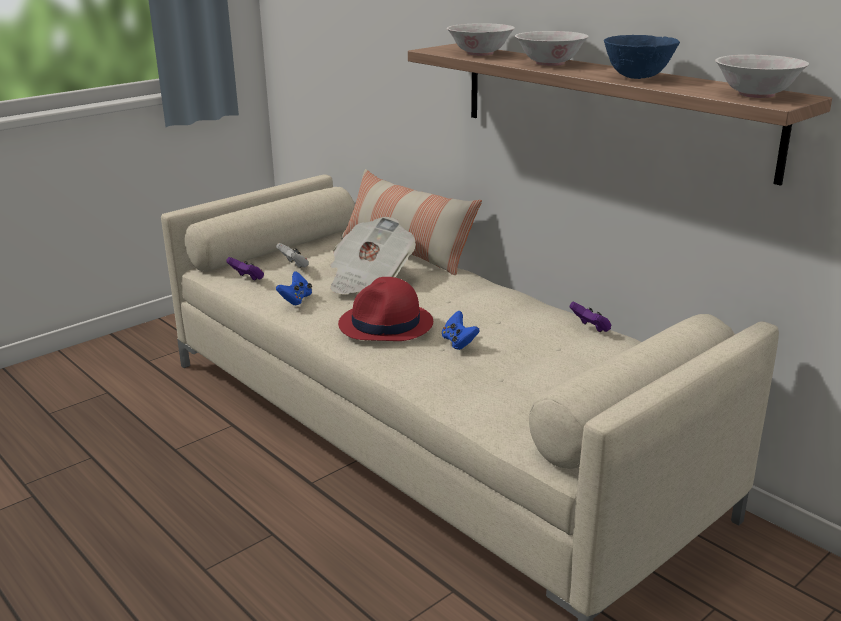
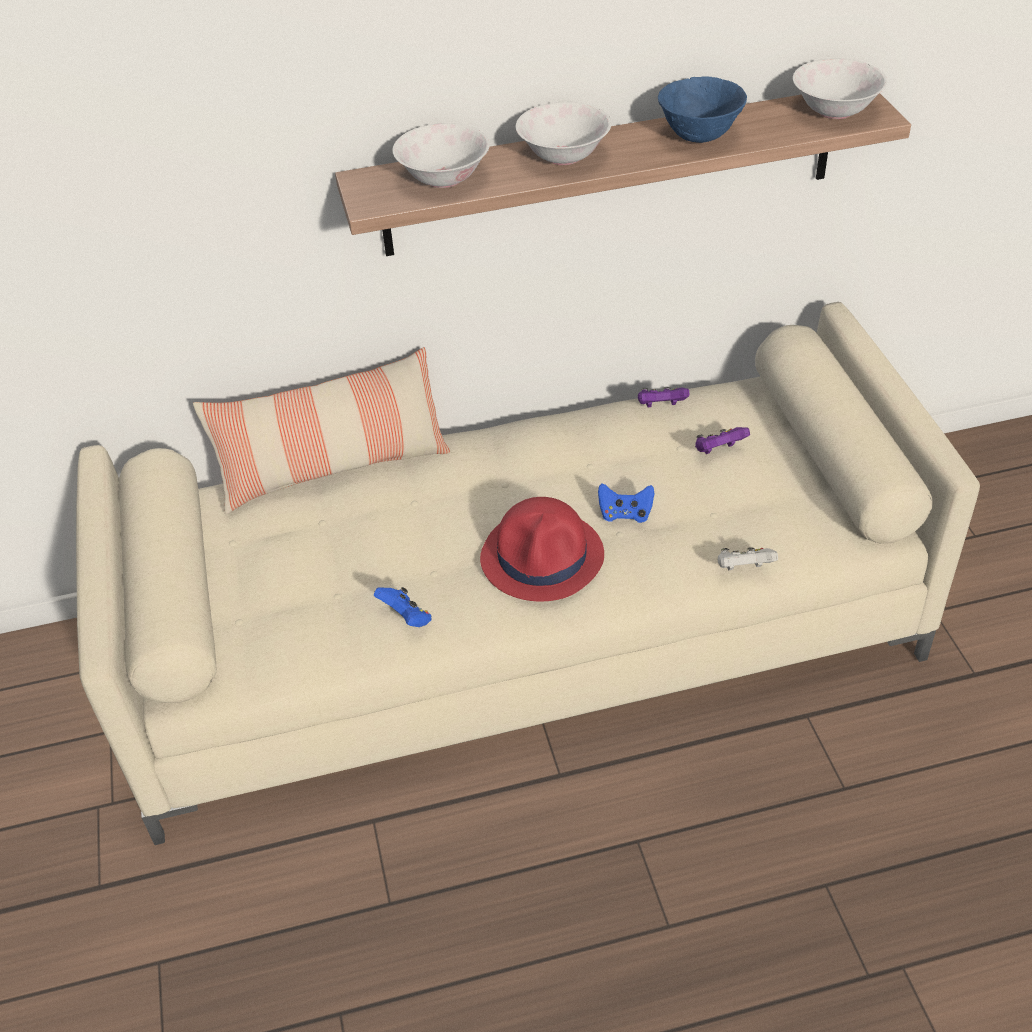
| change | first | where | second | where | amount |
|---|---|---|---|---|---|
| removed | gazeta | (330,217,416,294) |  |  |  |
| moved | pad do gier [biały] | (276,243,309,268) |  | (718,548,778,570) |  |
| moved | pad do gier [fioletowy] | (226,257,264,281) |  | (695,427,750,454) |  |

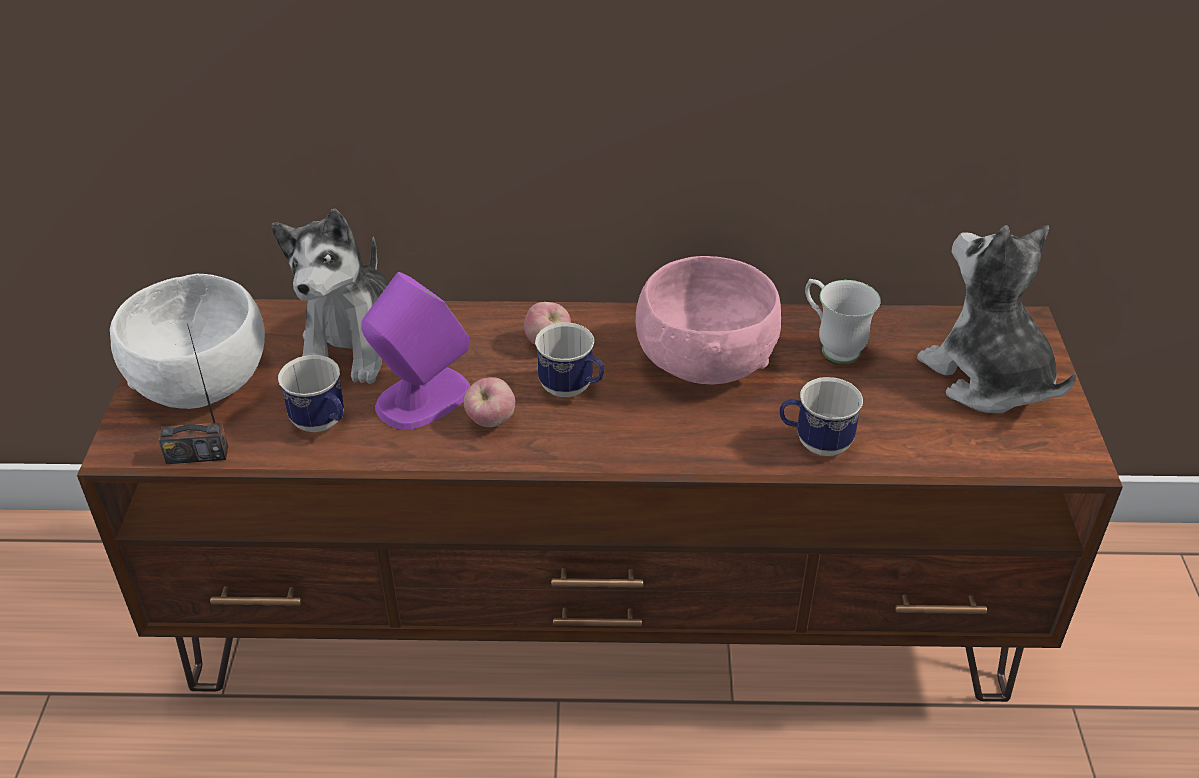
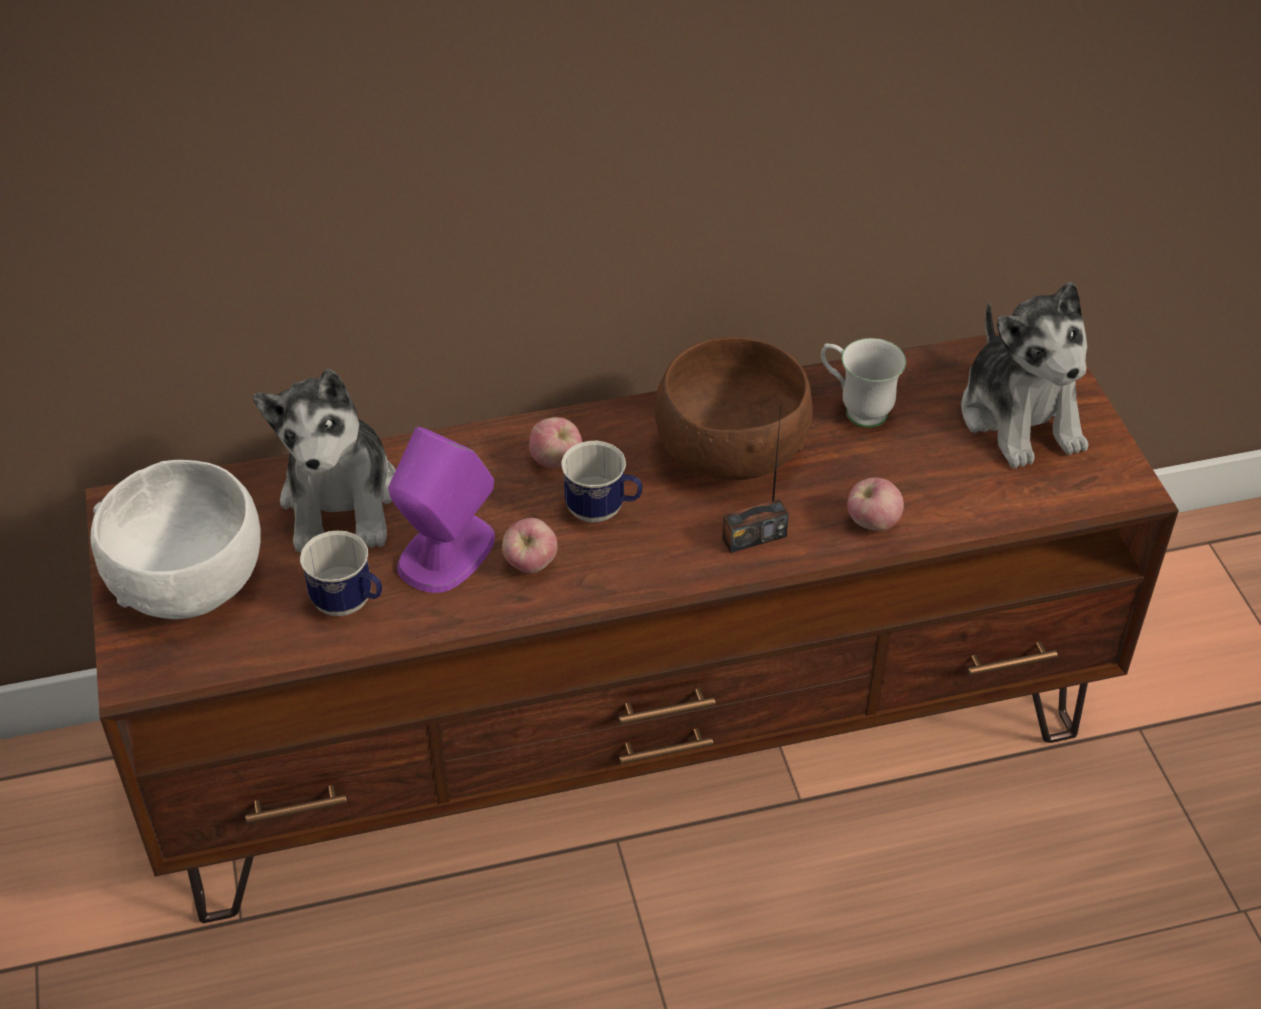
| change | first | where | second | where | amount |
|---|---|---|---|---|---|
| turned | pluszak | (917,225,1077,413) |  | (961,282,1088,468) | 150 degrees counterclockwise |
| recoloured | miska [różowy] | (636,256,781,384) | miska [brązowy] | (655,337,813,480) |  |
| moved | radio | (159,324,228,464) |  | (722,408,789,553) |  |
| replaced | kubek | (780,377,863,456) | jabłko | (847,478,904,531) |  |

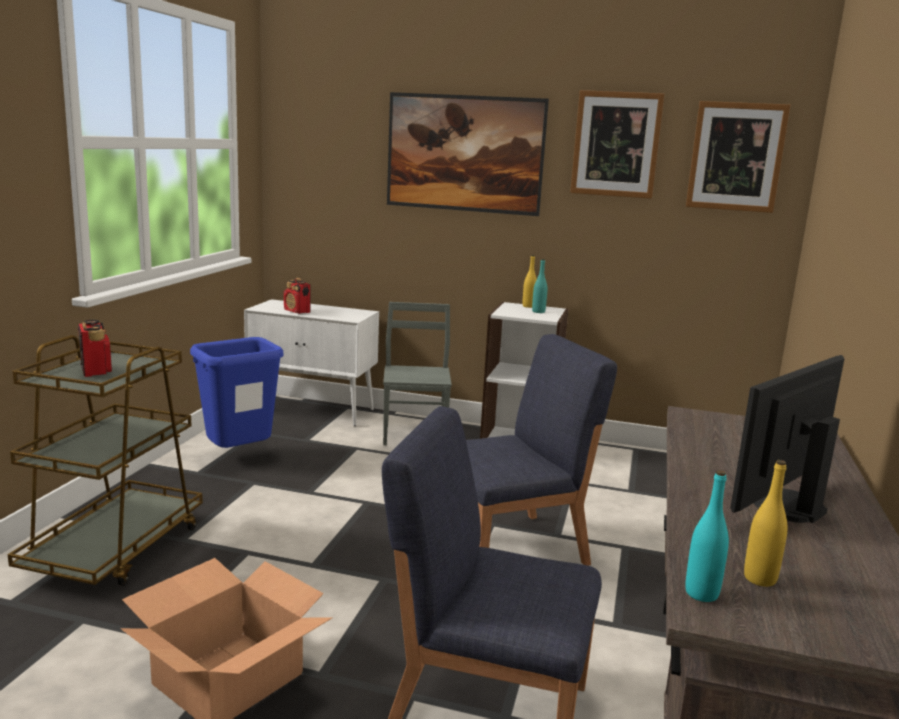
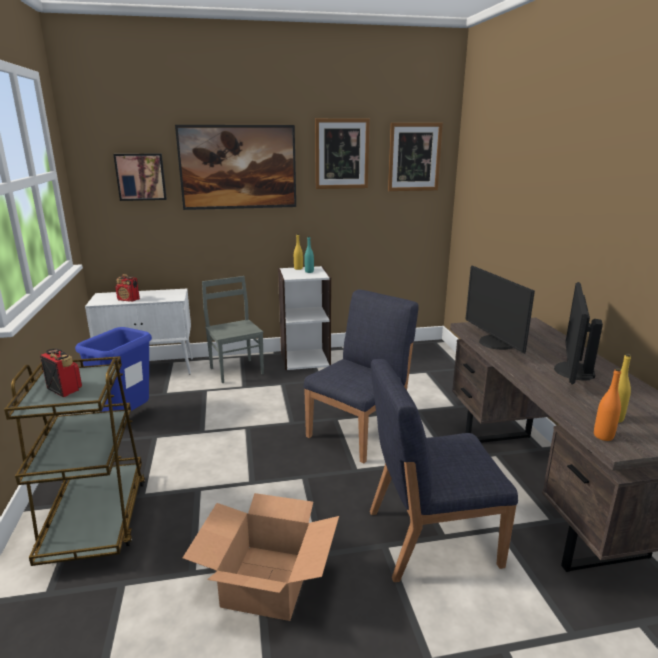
| change | first | where | second | where | amount |
|---|---|---|---|---|---|
| recoloured | butelka [turkusowy] | (685,470,729,602) | butelka [pomarańczowy] | (594,368,621,441) |  |
| added |  |  | obraz | (113,153,167,201) |  |
| added |  |  | monitor | (465,265,535,354) |  |

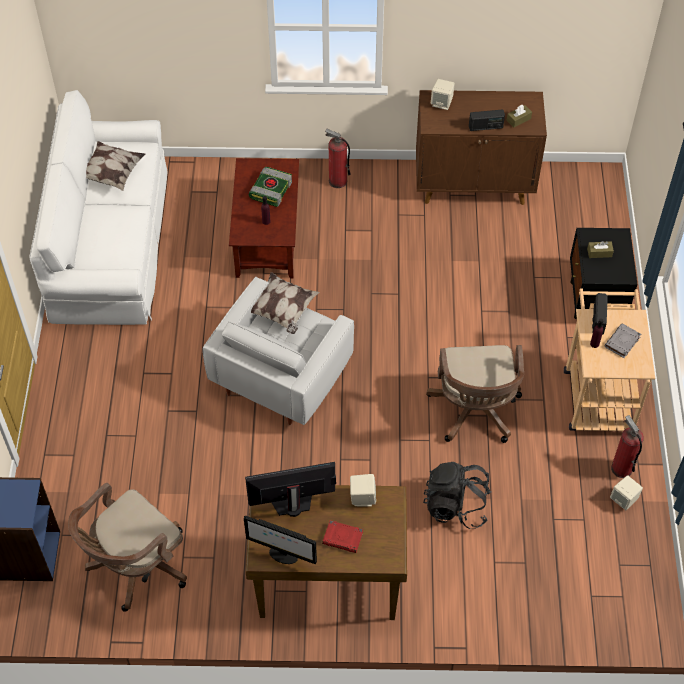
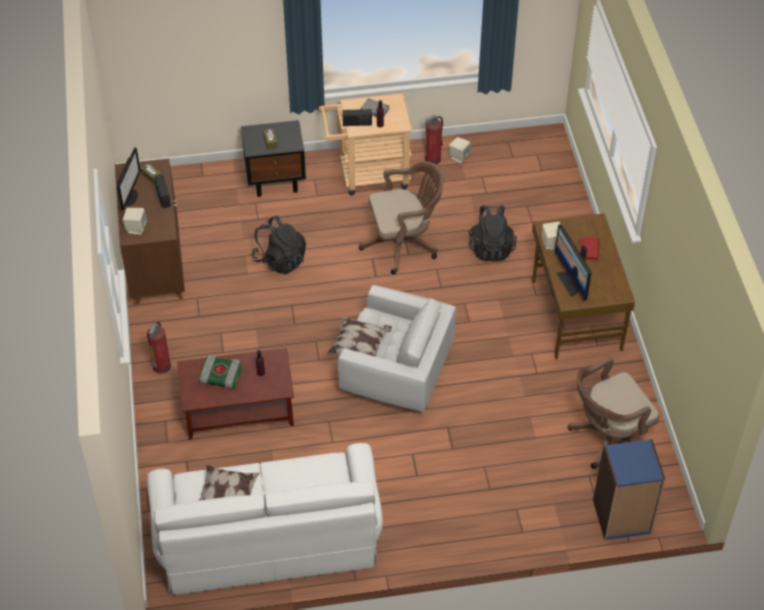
| change | first | where | second | where | amount |
|---|---|---|---|---|---|
| turned | krzesło biurowe [brązowy] | (68,483,187,612) |  | (567,357,659,469) | 120 degrees clockwise |
| moved | monitor | (244,516,317,564) |  | (117,147,141,210) |  |
| added |  |  | plecak [czarny] | (251,216,306,274) |  |

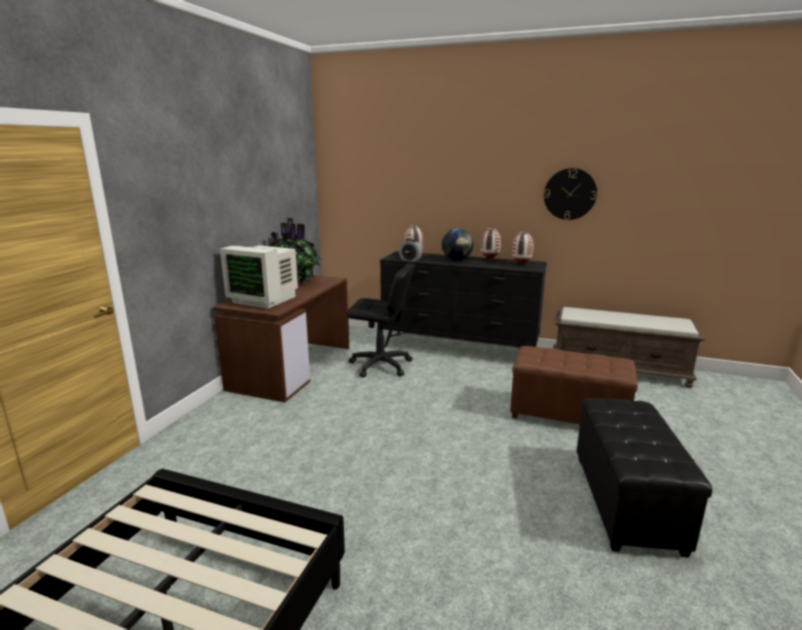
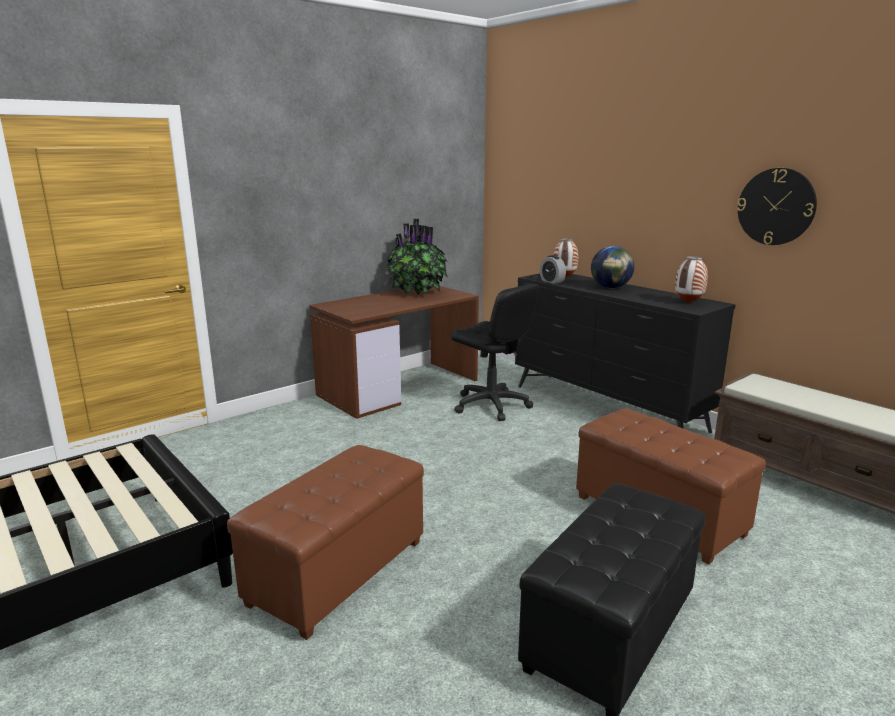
| change | first | where | second | where | amount |
|---|---|---|---|---|---|
| removed | wazon | (480,228,501,259) |  |  |  |
| removed | monitor | (220,245,298,309) |  |  |  |
| added |  |  | pufa [brązowy] | (227,445,424,640) |  |

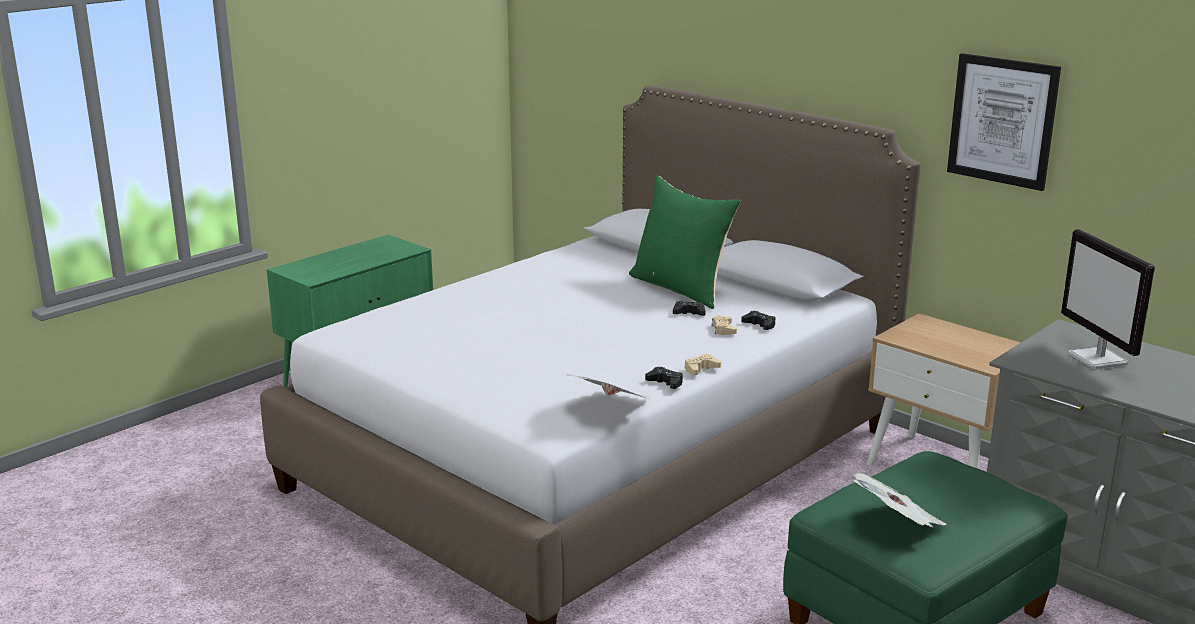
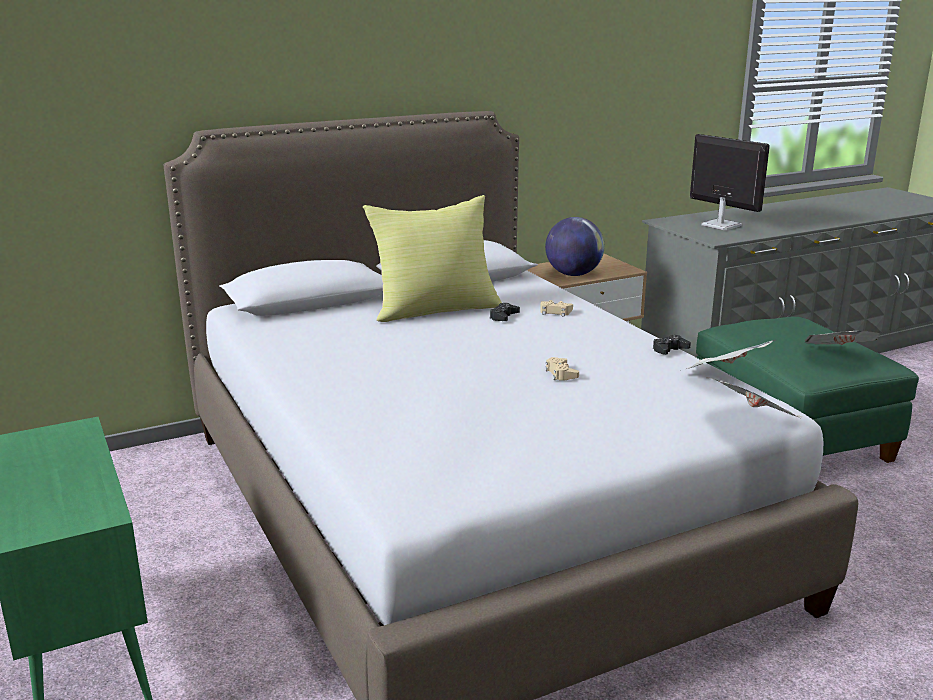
| change | first | where | second | where | amount |
|---|---|---|---|---|---|
| removed | obraz | (947,53,1061,191) |  |  |  |
| recoloured | poduszka [zielony] | (629,175,741,309) | poduszka [żółty] | (363,195,502,322) |  |
| turned | monitor | (1061,229,1155,369) |  | (690,134,770,230) | 135 degrees counterclockwise |
| removed | pad do gier [czarny] | (741,311,775,330) |  |  |  |
| moved | pad do gier [beżowy] | (685,354,721,375) |  | (545,357,579,381) |  |
| added |  |  | globus | (545,217,604,276) |  |
| added |  |  | gazeta | (707,377,803,419) |  |

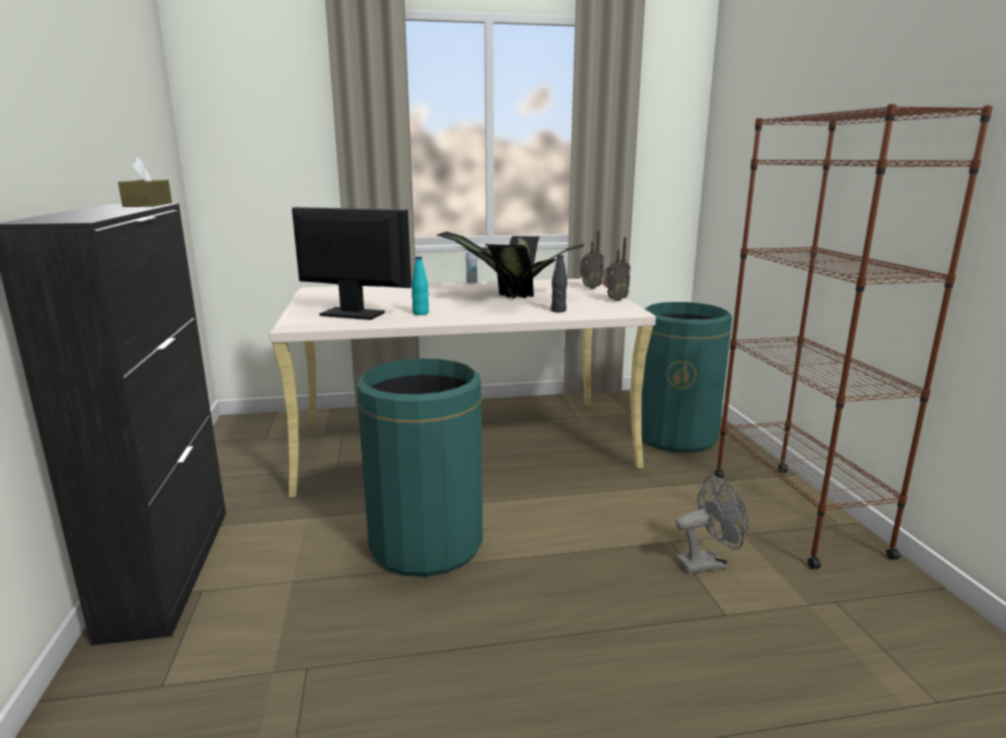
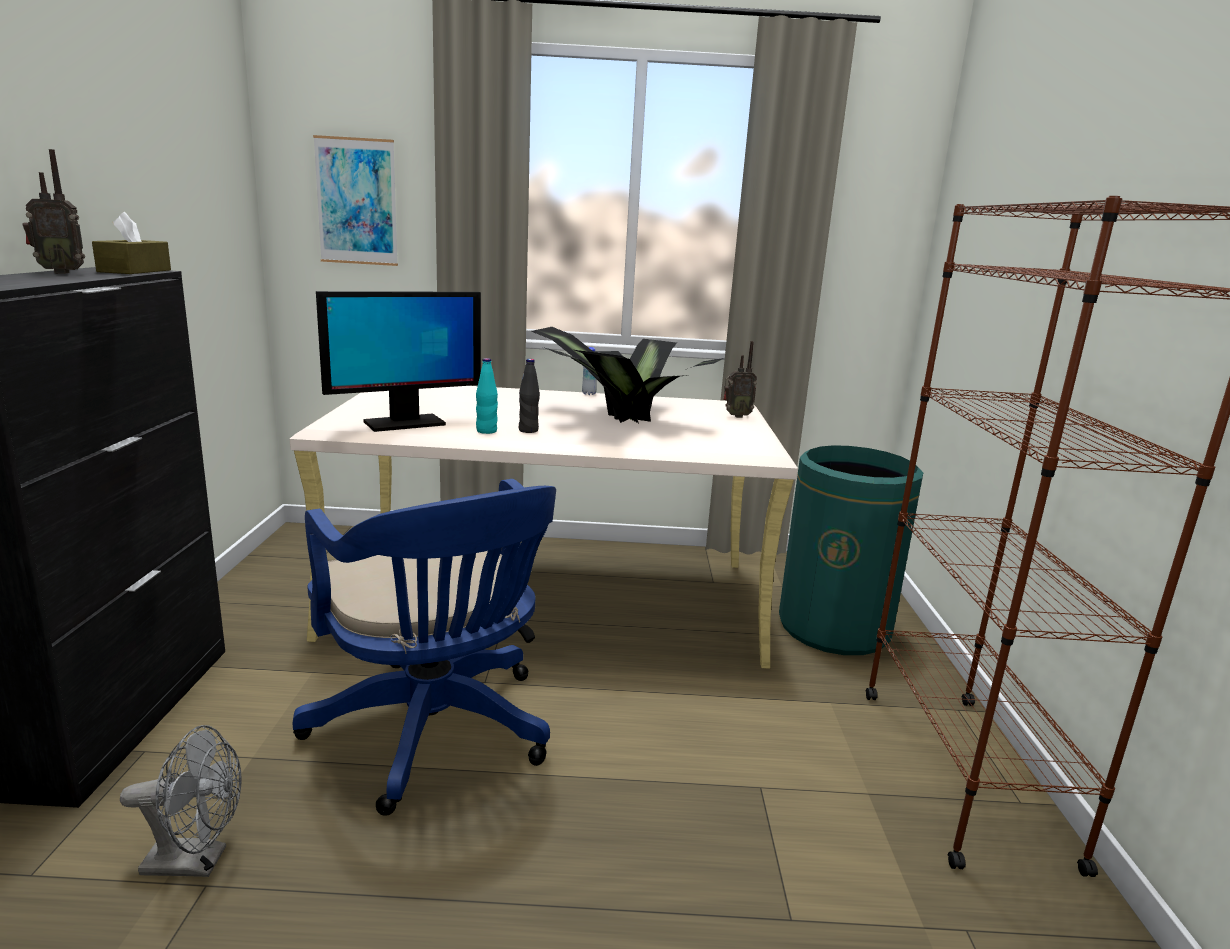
| change | first | where | second | where | amount |
|---|---|---|---|---|---|
| turned | monitor | (292,207,411,320) |  | (316,291,481,432) | 120 degrees clockwise |
| moved | radio | (604,237,631,301) |  | (23,149,85,274) |  |
| moved | butelka [czarny] | (551,255,567,313) |  | (519,359,540,433) |  |
| replaced | kosz na śmieci [zielony] | (357,359,483,577) | krzesło biurowe [niebieski] | (293,479,556,816) |  |
| moved | wentylator [szary] | (676,475,748,574) |  | (120,725,242,877) |  |
| added |  |  | obraz | (313,135,398,266) |  |

